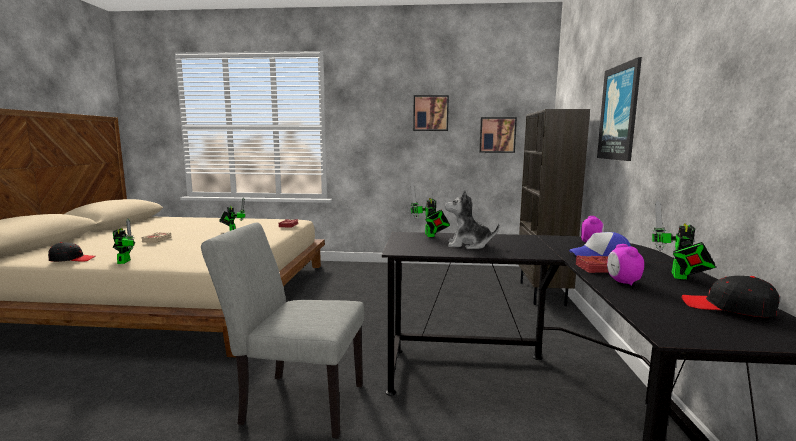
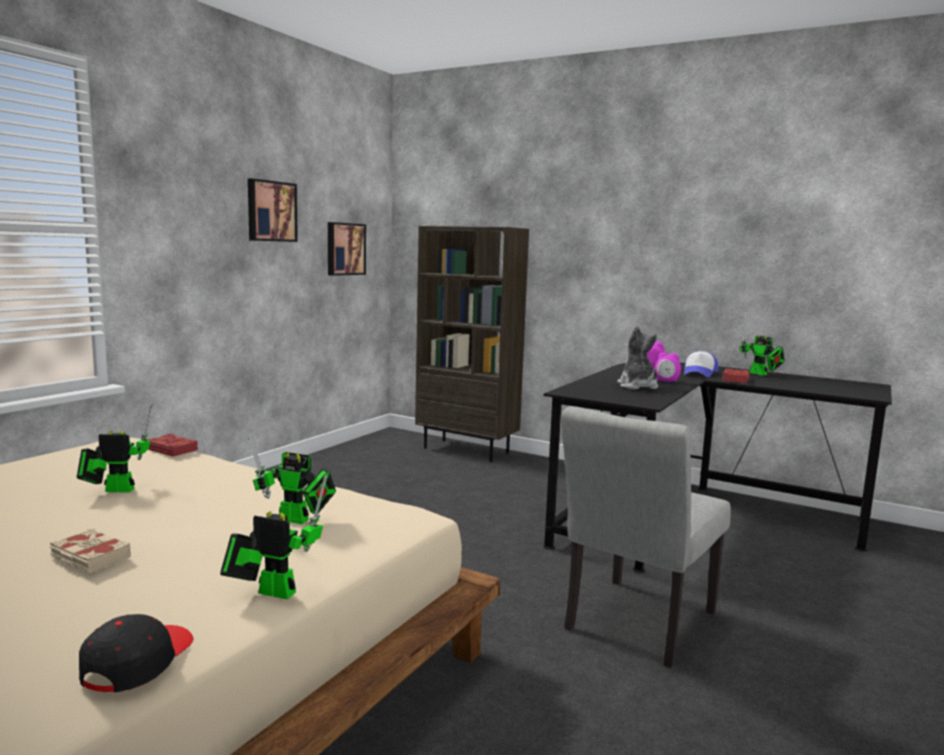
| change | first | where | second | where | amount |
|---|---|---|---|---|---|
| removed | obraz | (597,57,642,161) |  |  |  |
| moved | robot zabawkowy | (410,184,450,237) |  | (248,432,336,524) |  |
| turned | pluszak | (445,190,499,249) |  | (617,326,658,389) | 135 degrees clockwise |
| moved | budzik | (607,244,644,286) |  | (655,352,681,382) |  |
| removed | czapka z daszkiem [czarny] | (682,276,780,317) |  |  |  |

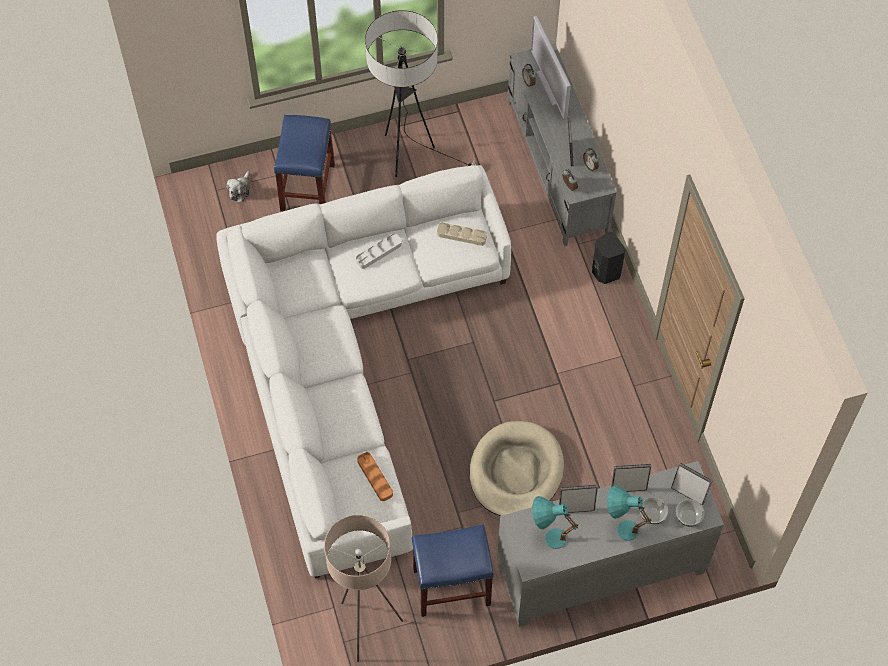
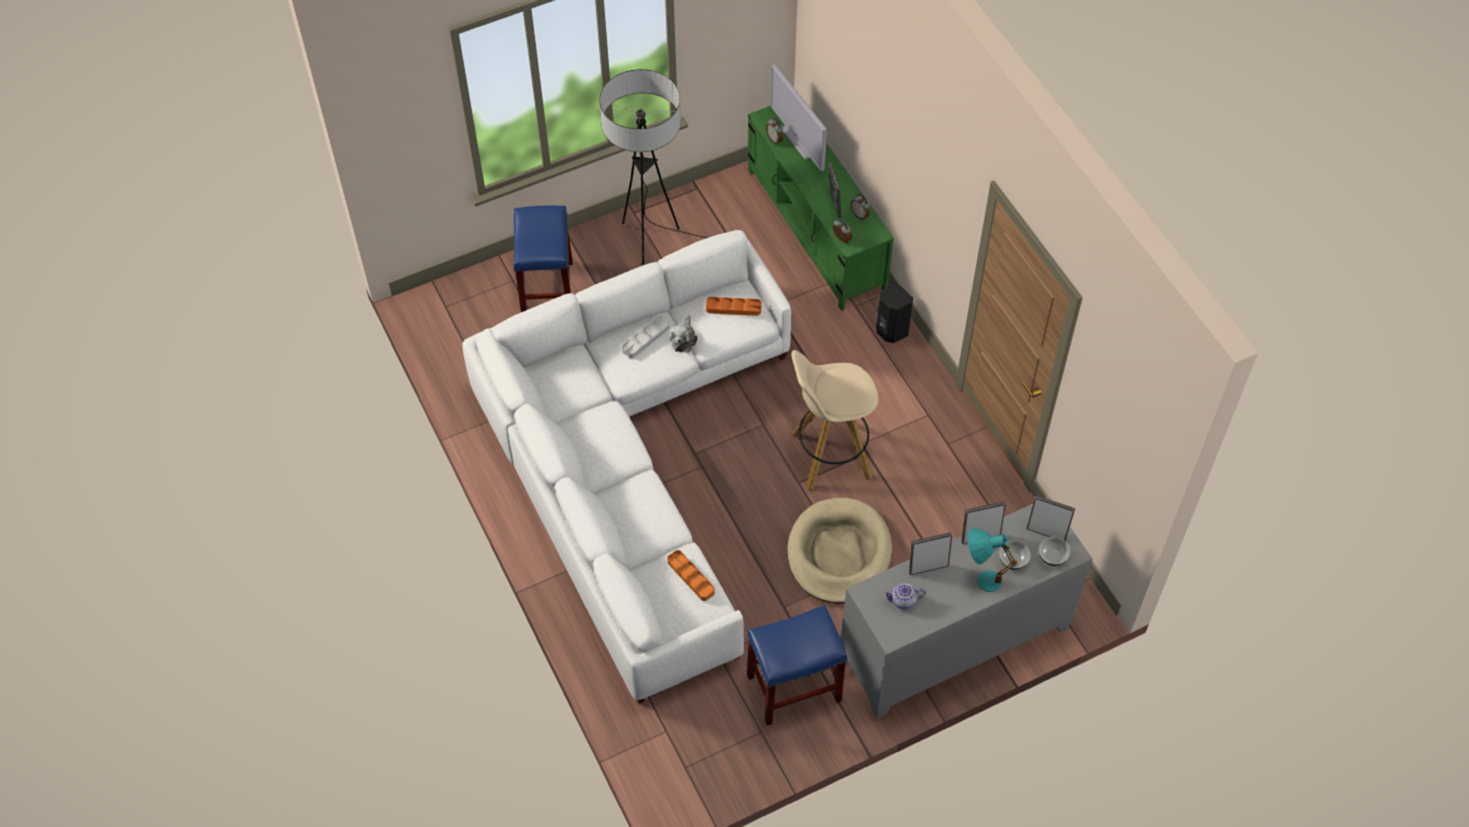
| change | first | where | second | where | amount |
|---|---|---|---|---|---|
| recoloured | szafka pod telewizor [szary] | (508,43,617,247) | szafka pod telewizor [zielony] | (748,106,894,311) |  |
| moved | pluszak | (226,171,250,203) |  | (669,315,698,353) |  |
| recoloured | taca [beżowy] | (437,222,487,246) | taca [pomarańczowy] | (706,297,762,316) |  |
| replaced | lampa stołowa [turkusowy] | (532,496,578,549) | imbryk | (883,583,926,609) |  |
| removed | lampa stojąca [beżowy] | (324,515,403,662) |  |  |  |
| added |  |  | stołek [beżowy] | (791,350,878,491) |  |

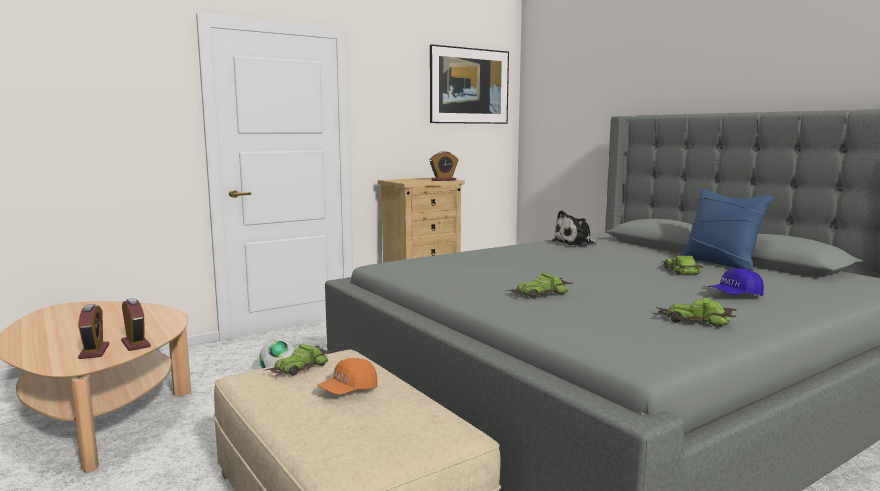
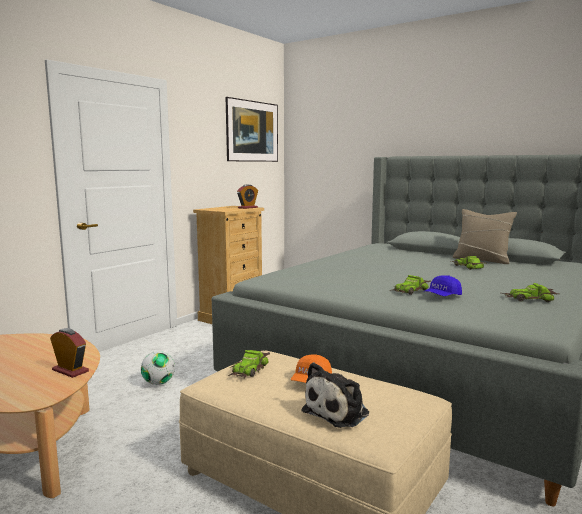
| change | first | where | second | where | amount |
|---|---|---|---|---|---|
| recoloured | poduszka [niebieski] | (680,189,774,271) | poduszka [beżowy] | (453,209,517,264) |  |
| moved | pluszak | (551,210,597,247) |  | (302,362,369,428) |  |
| moved | czapka z daszkiem [niebieski] | (708,268,764,296) |  | (423,275,462,296) |  |
| removed | budzik | (78,304,109,359) |  |  |  |

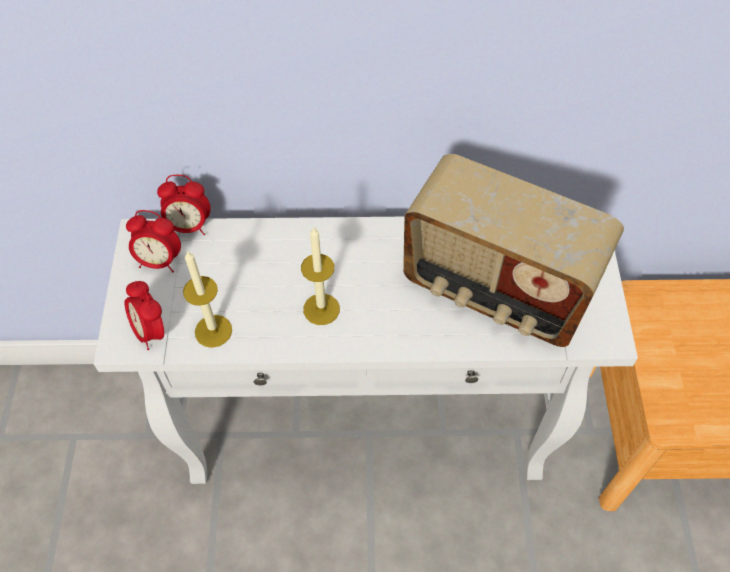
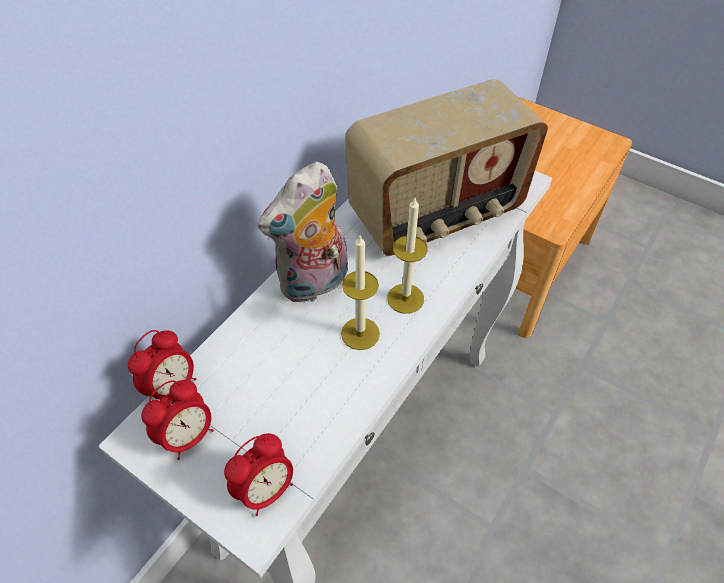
| change | first | where | second | where | amount |
|---|---|---|---|---|---|
| moved | świeca | (183,250,232,348) |  | (387,198,428,314) |  |
| turned | budzik | (125,281,164,350) |  | (224,433,293,516) | 45 degrees counterclockwise |
| added |  |  | pluszak | (258,162,348,304) |  |

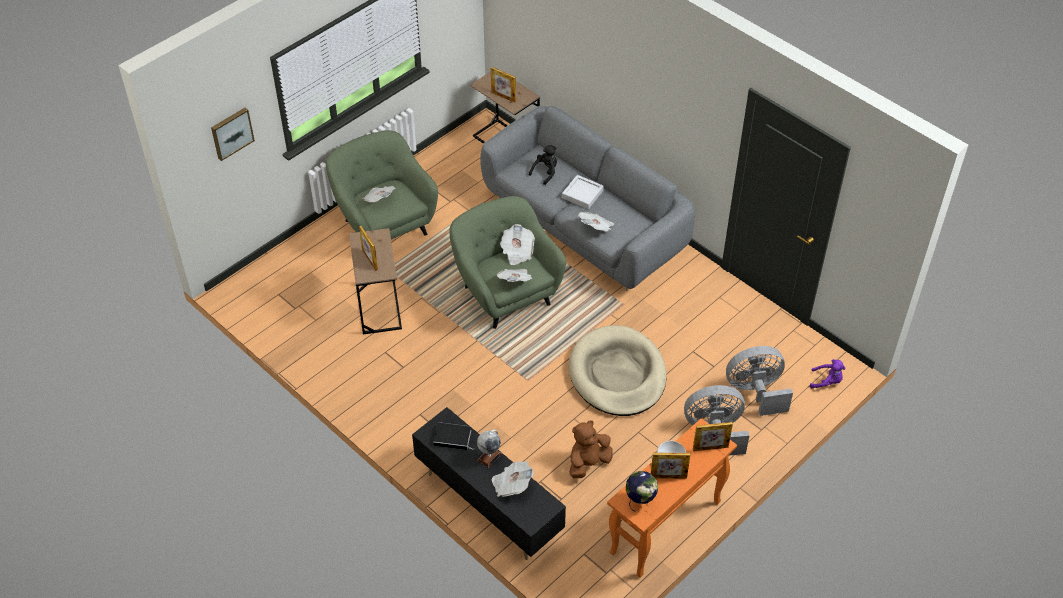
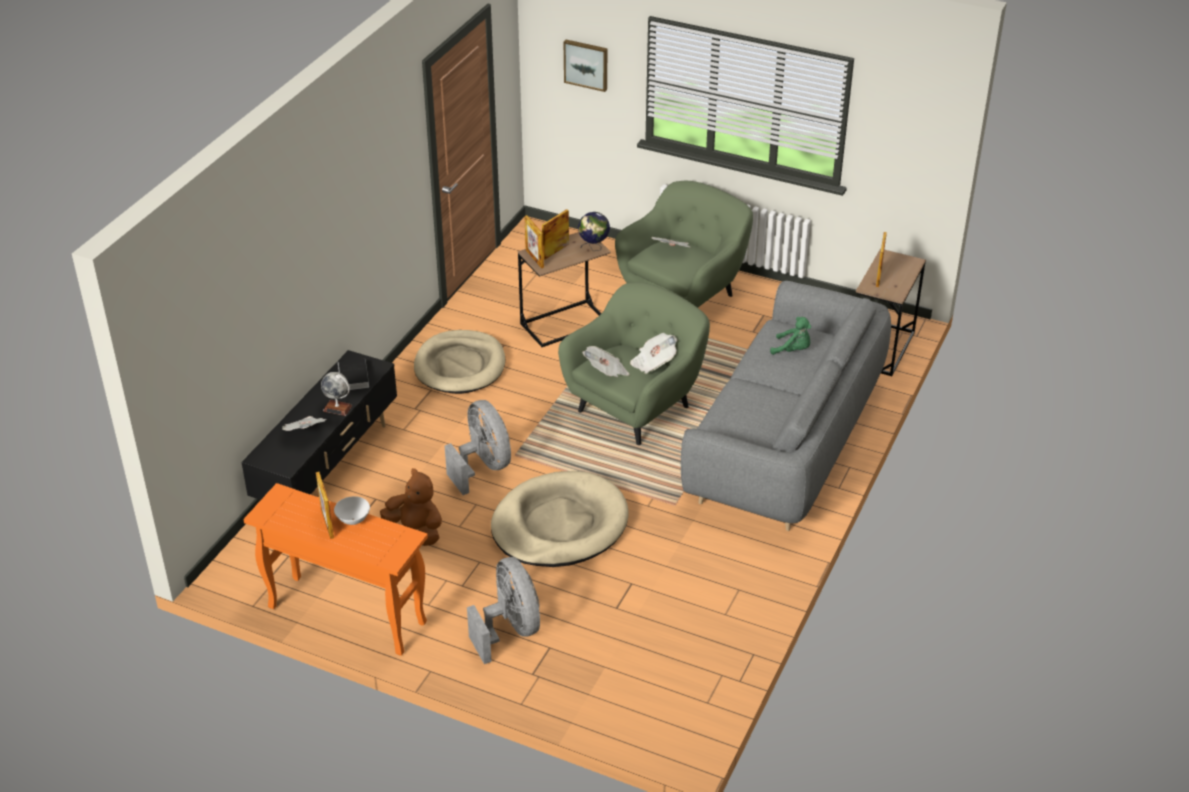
| change | first | where | second | where | amount |
|---|---|---|---|---|---|
| recoloured | pluszak [czarny] | (529,145,557,185) | pluszak [zielony] | (770,317,811,355) |  |
| removed | taca [szary] | (562,175,604,209) |  |  |  |
| removed | gazeta | (578,212,614,232) |  |  |  |
| moved | wentylator [szary] | (726,346,793,416) |  | (445,400,511,495) |  |
| removed | pluszak [fioletowy] | (810,359,845,388) |  |  |  |
| moved | ramka na zdjęcie | (693,422,733,451) |  | (524,215,544,268) |  |
| moved | globus | (626,471,658,512) |  | (578,212,610,251) |  |
| added |  |  | legowisko [beżowy] | (414,330,505,394) |  |

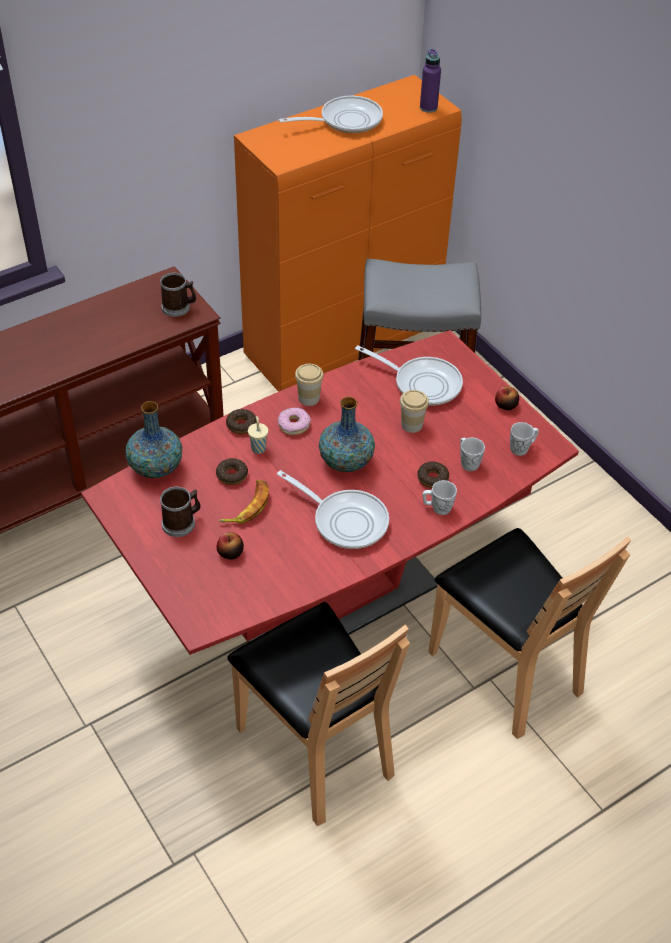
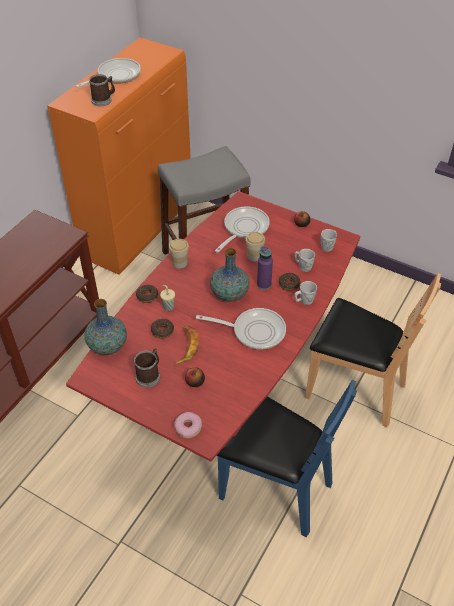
| change | first | where | second | where | amount |
|---|---|---|---|---|---|
| moved | butelka [fioletowy] | (420,49,441,113) |  | (257,246,273,290) |  |
| moved | kubek | (160,273,196,317) |  | (89,74,115,106) |  |
| turned | patelnia | (355,345,463,406) |  | (215,206,270,253) | 60 degrees counterclockwise |
| moved | donut | (278,408,311,435) |  | (175,412,202,438) |  |
| recoloured | krzesło [brązowy] | (227,602,410,826) | krzesło [niebieski] | (217,379,357,537) |  |

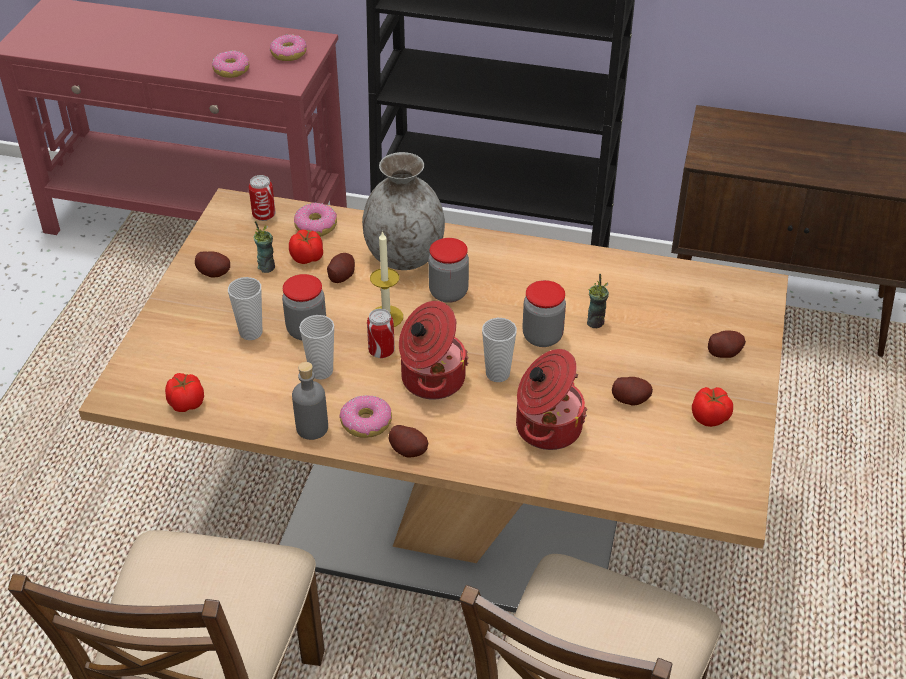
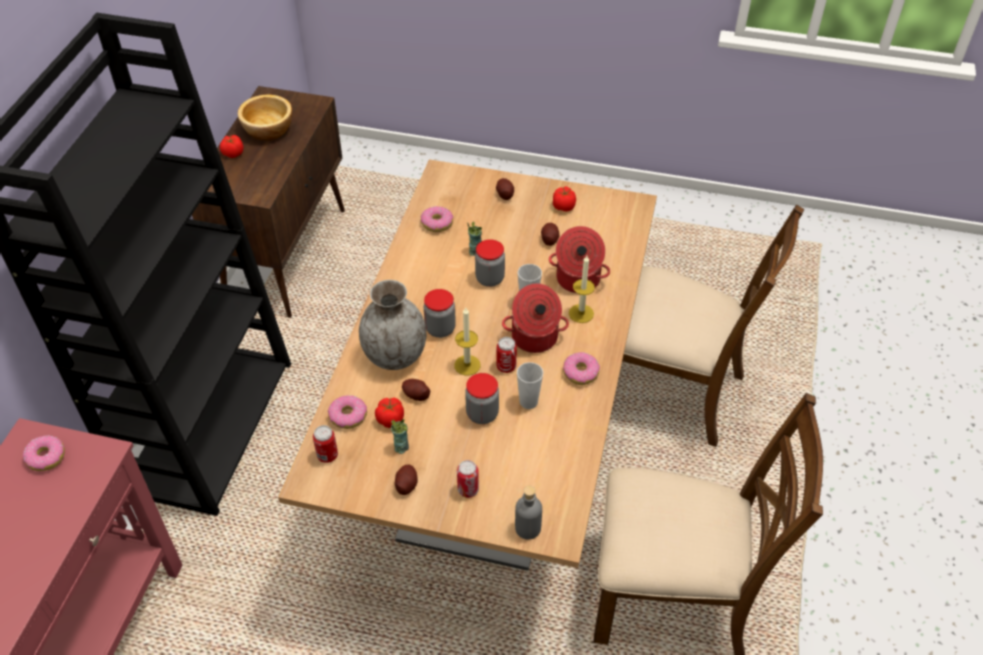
| change | first | where | second | where | amount |
|---|---|---|---|---|---|
| moved | donut | (212,50,249,78) |  | (421,206,453,232) |  |
| removed | filiżanka | (228,277,263,340) |  |  |  |
| moved | butelka [szary] | (292,362,328,440) |  | (515,486,542,540) |  |
| moved | pomidor | (165,373,204,412) |  | (220,135,244,158) |  |
| removed | ziemniak | (388,425,428,458) |  |  |  |
| added |  |  | miska | (238,95,292,141) |  |
| added |  |  | świeca | (569,256,595,323) |  |
| added |  |  | puszka | (457,460,479,498) |  |

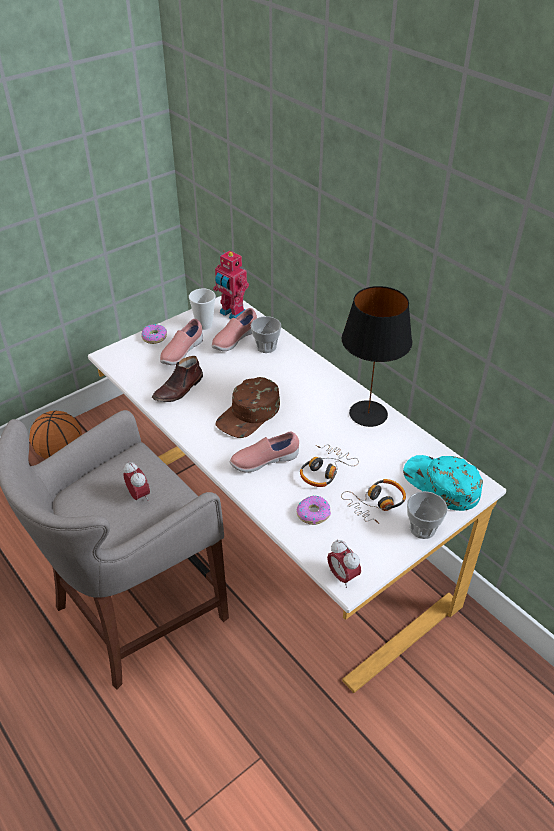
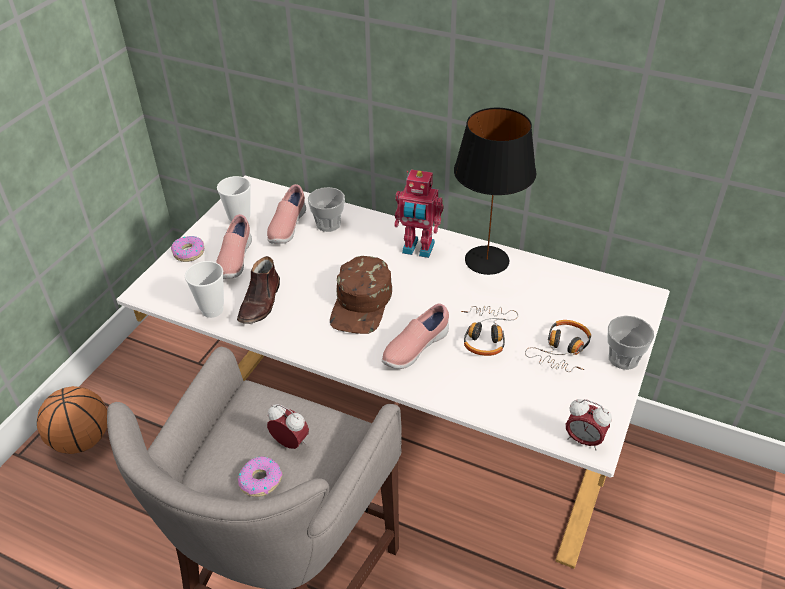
| change | first | where | second | where | amount |
|---|---|---|---|---|---|
| moved | robot zabawkowy | (213,250,249,319) |  | (394,169,443,258) |  |
| removed | czapka z daszkiem [turkusowy] | (403,455,483,511) |  |  |  |
| moved | donut | (297,496,331,525) |  | (238,456,282,497) |  |
| added |  |  | filiżanka | (185,261,224,318) |  |

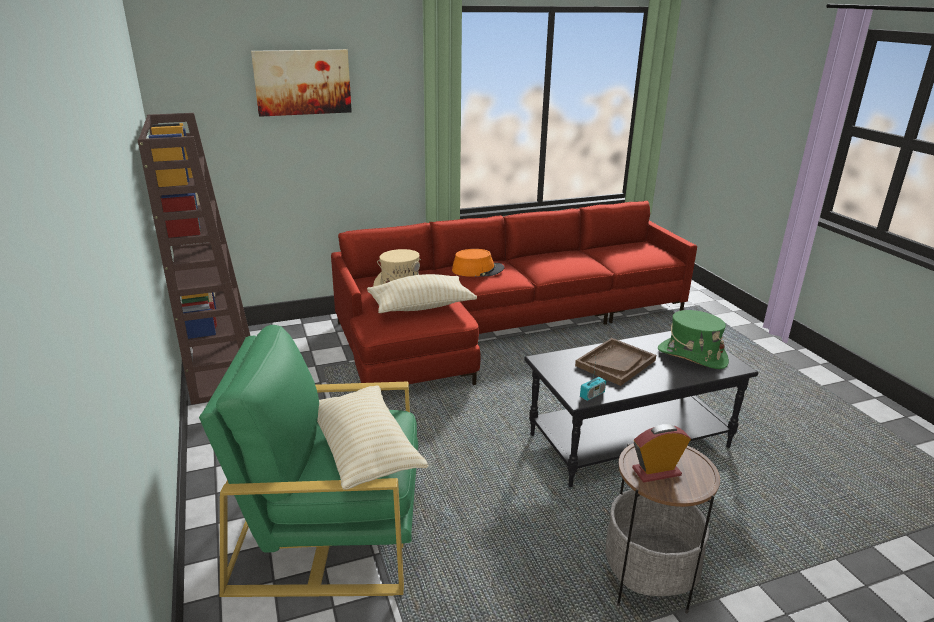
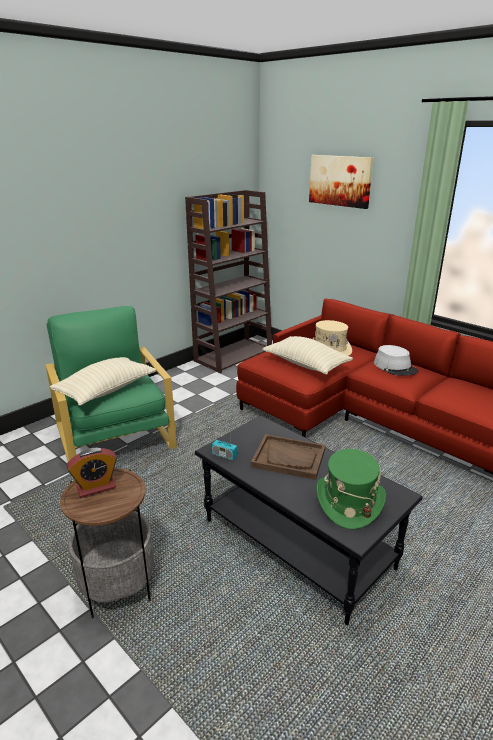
| change | first | where | second | where | amount |
|---|---|---|---|---|---|
| recoloured | kapelusz [pomarańczowy] | (452,249,504,277) | kapelusz [szary] | (374,345,418,376) |  |
| turned | budzik | (632,424,691,482) |  | (67,448,117,498) | 105 degrees clockwise |

